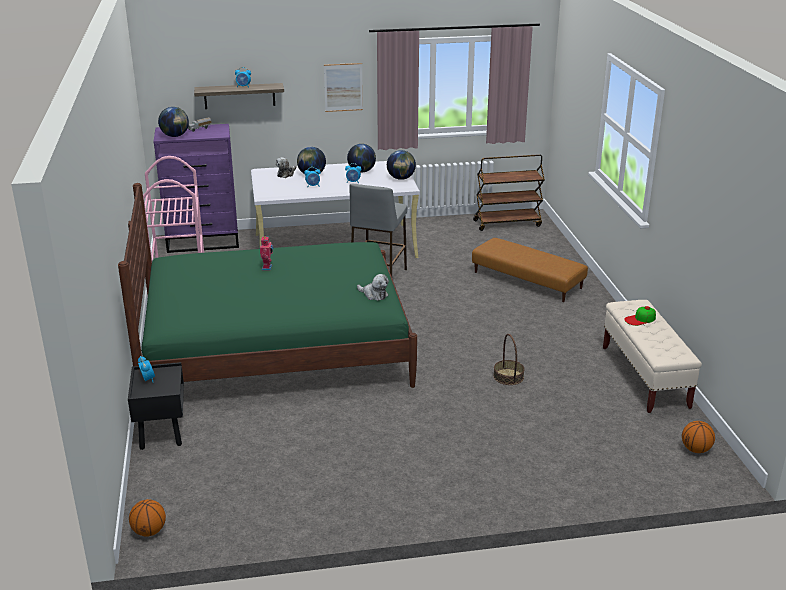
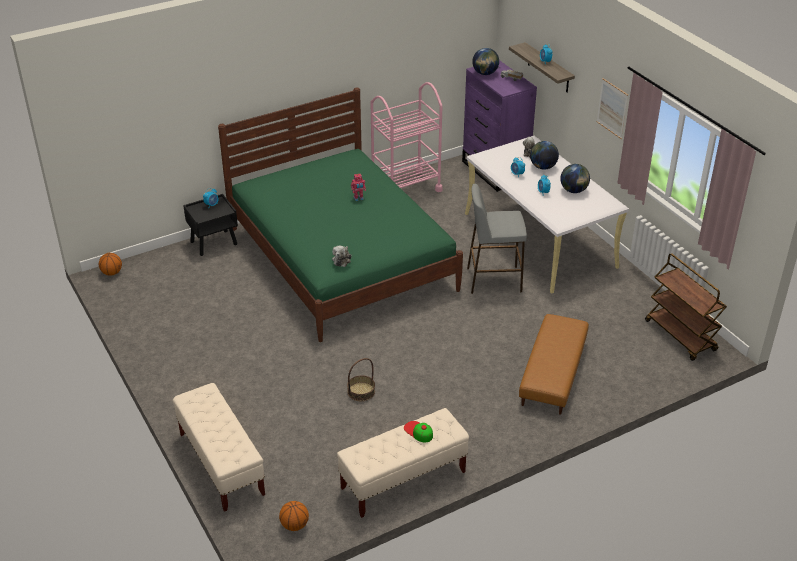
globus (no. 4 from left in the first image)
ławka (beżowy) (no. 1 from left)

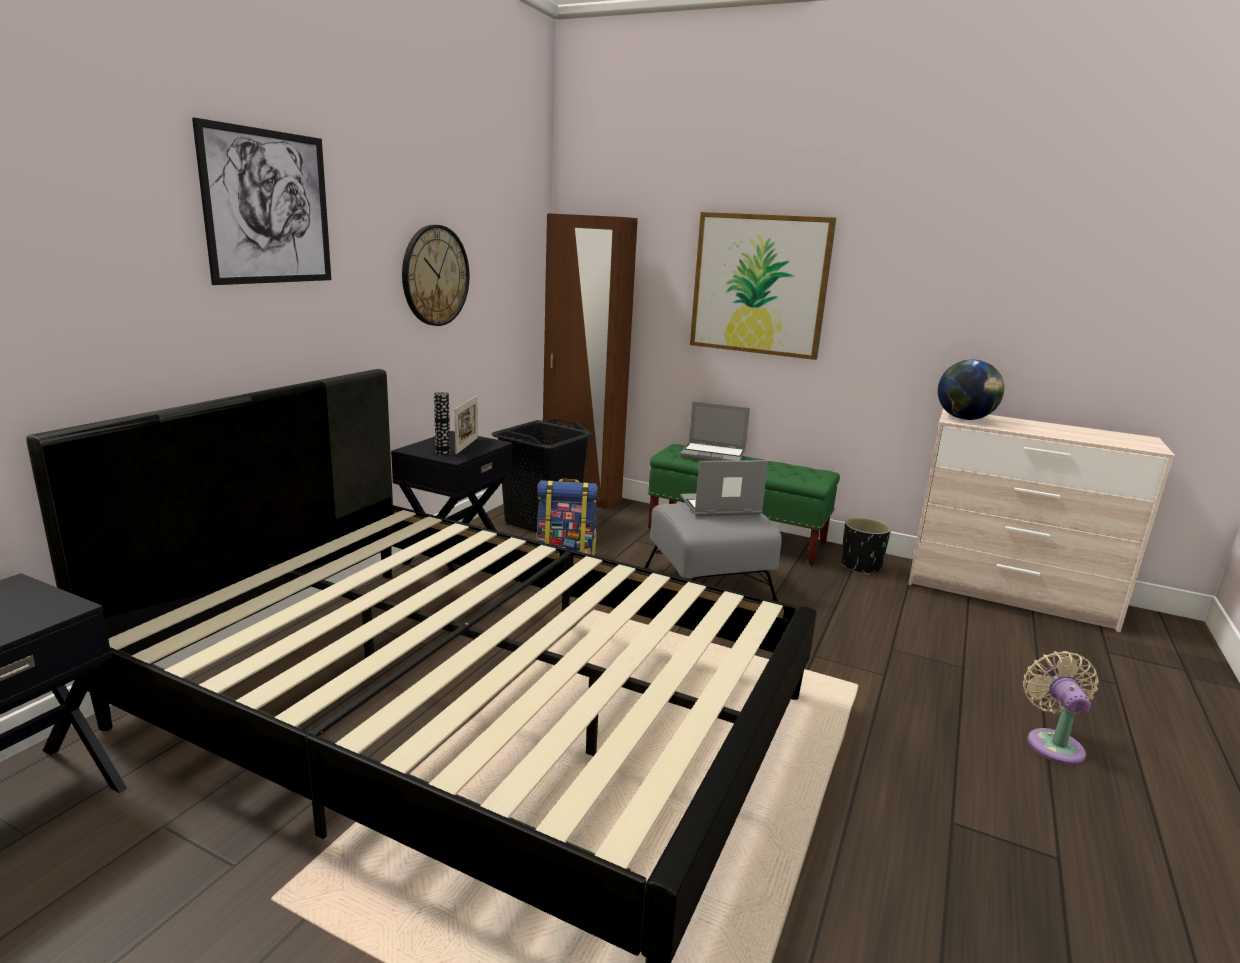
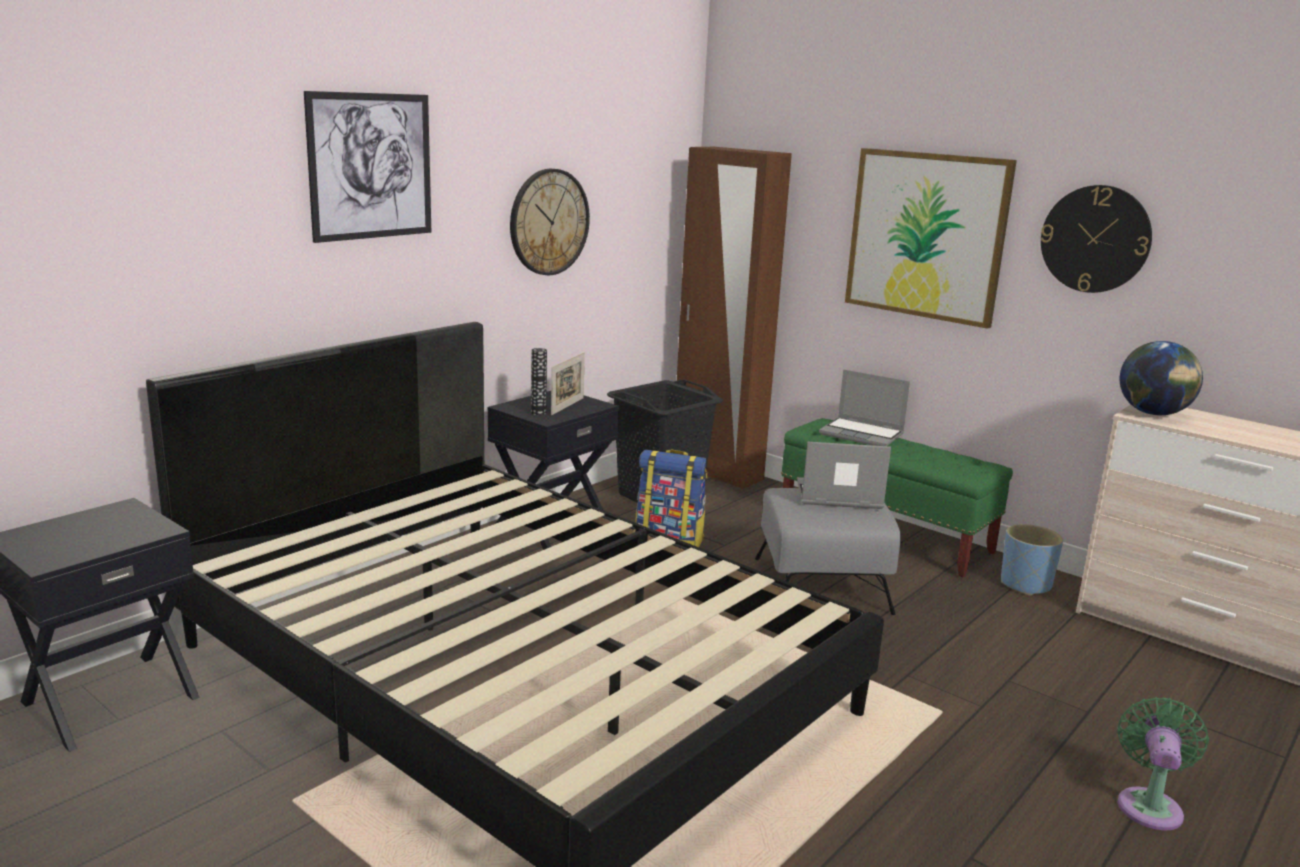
donica (niebieski)
wentylator (zielony)
zegar ścienny (no. 2 from left)

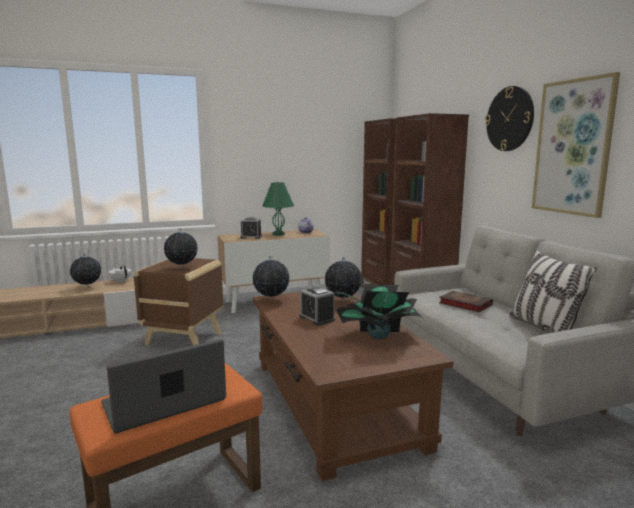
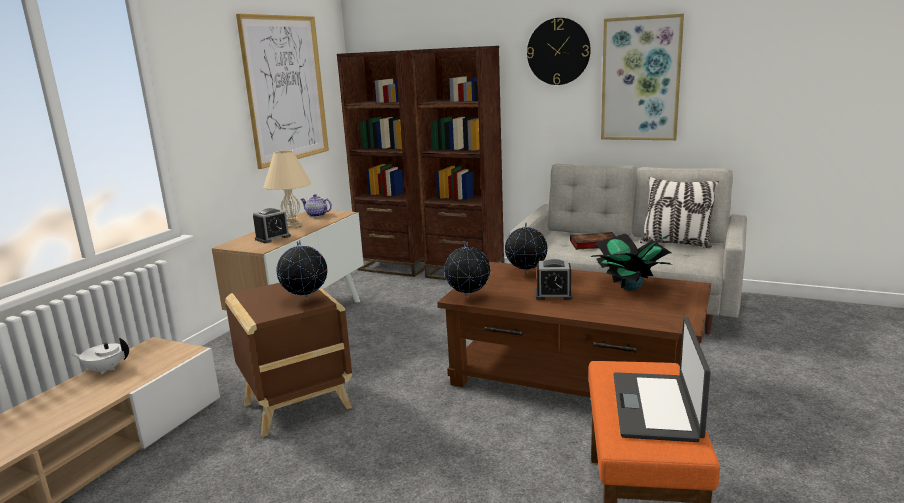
globus (no. 1 from left in the first image)
lampa stołowa (beżowy)
obraz (no. 1 from left)

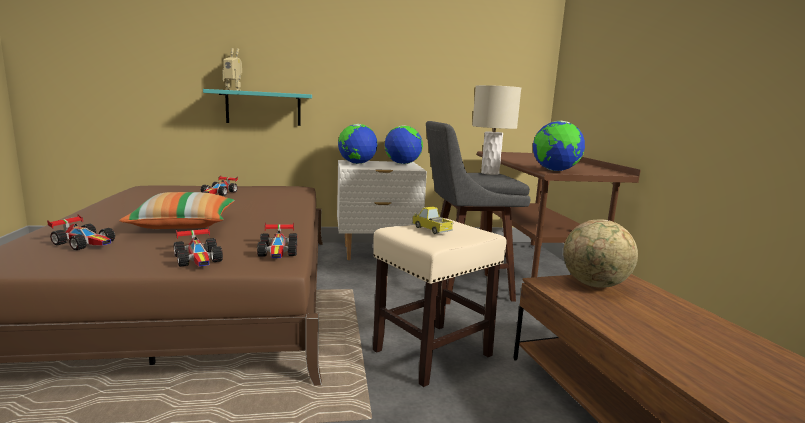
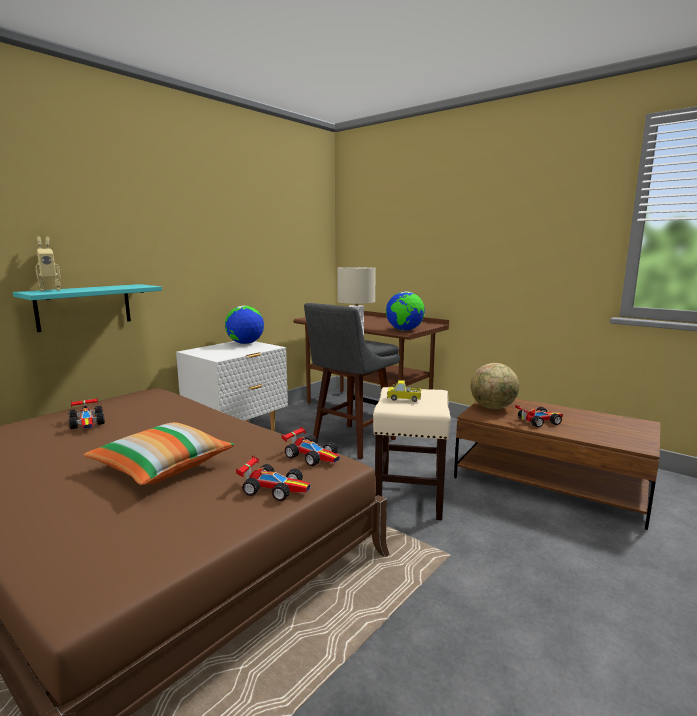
samochodzik (no. 4 from left)
globus (no. 1 from left in the first image)

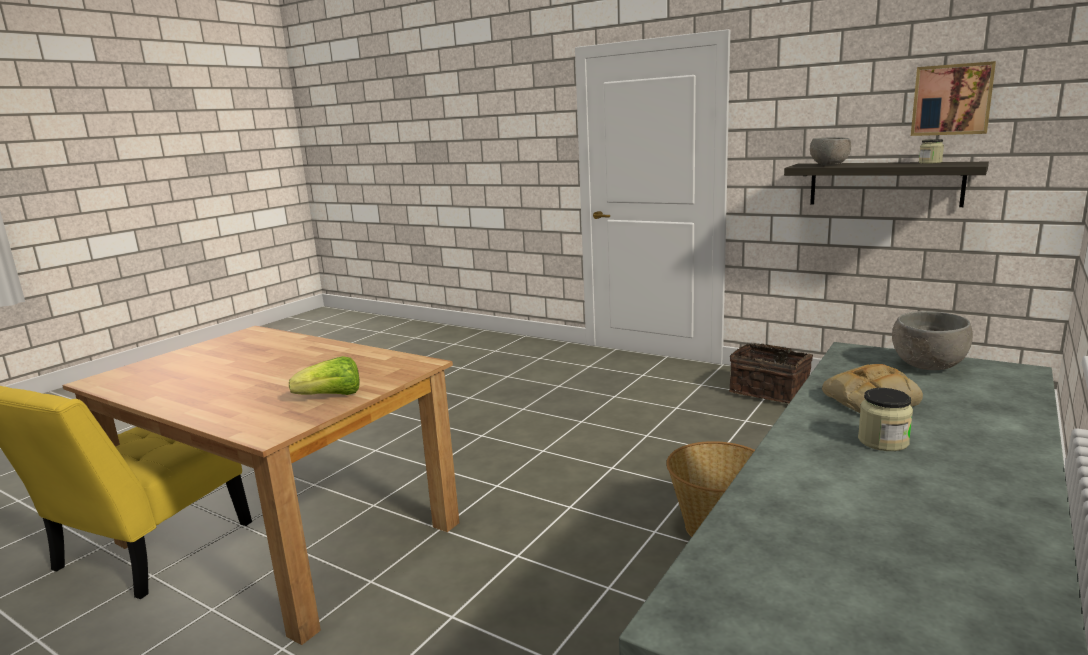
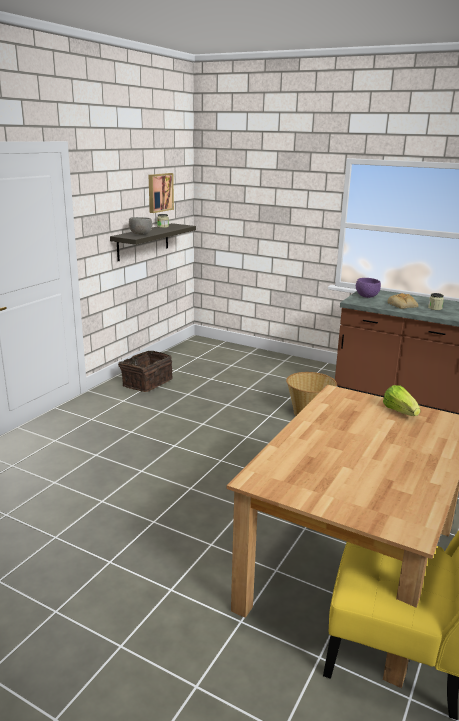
miska (fioletowy)

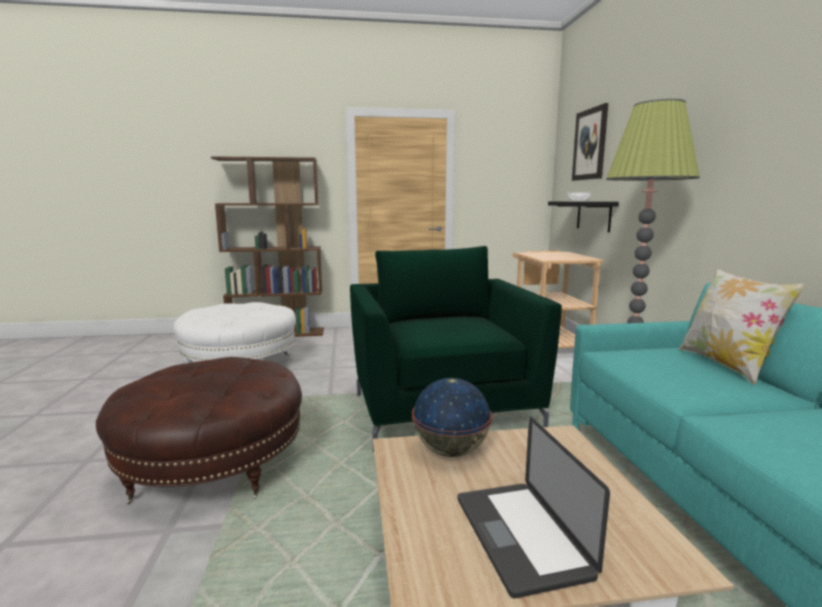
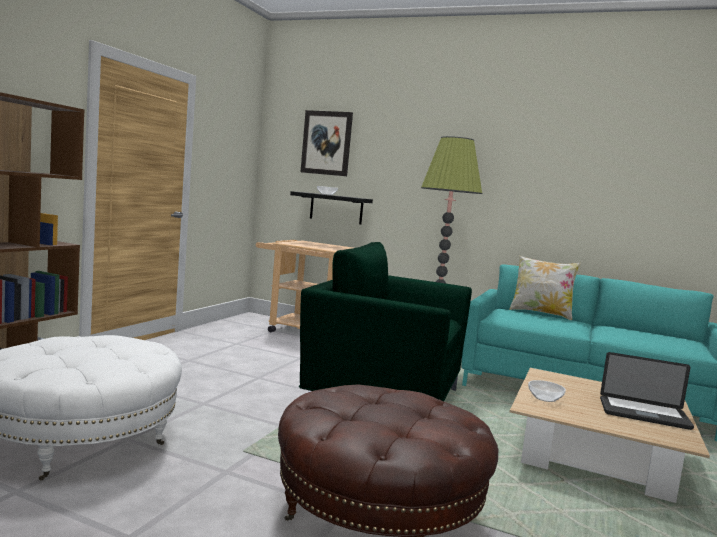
miska (no. 2 from left)

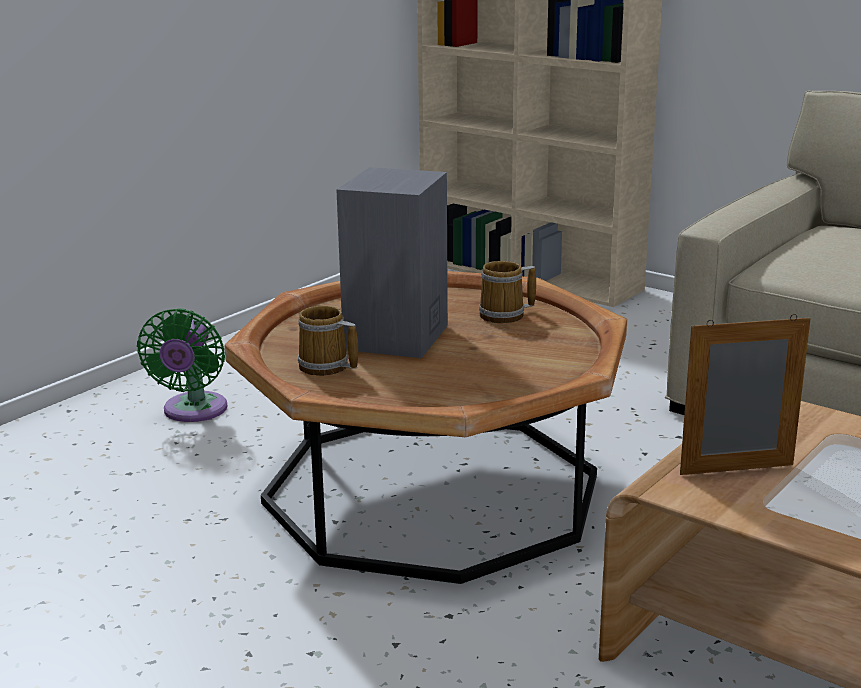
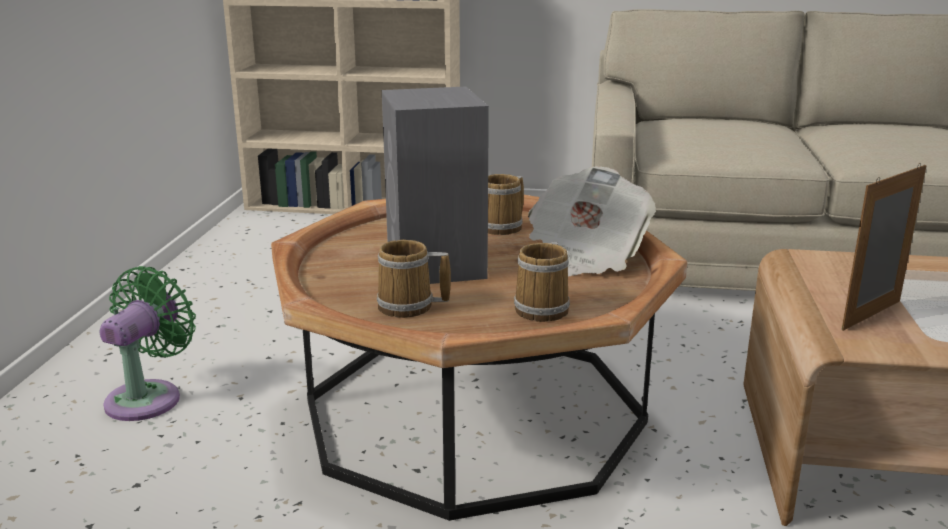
wentylator (zielony)
kubek (no. 3 from left)
gazeta

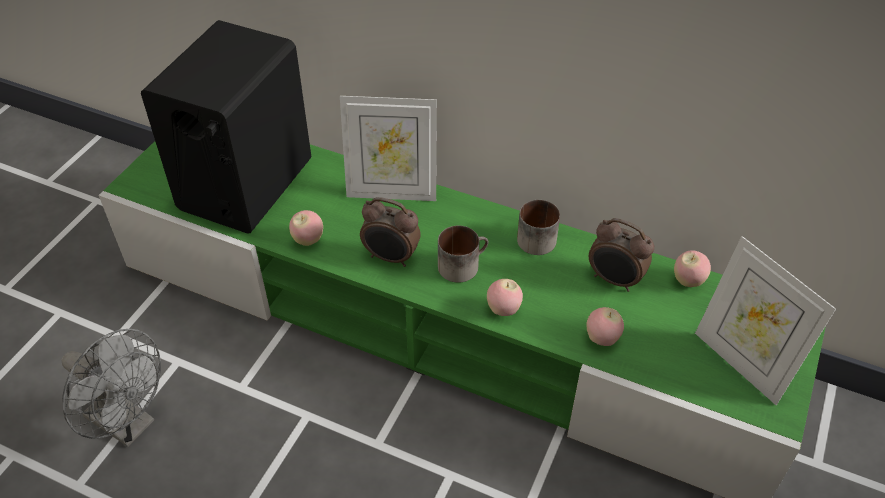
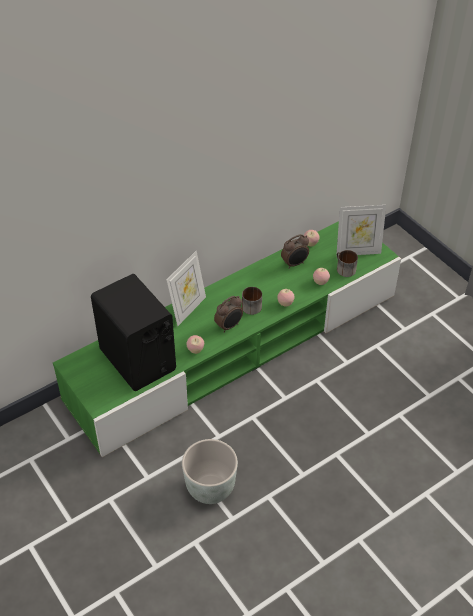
donica (szary)
kubek (no. 2 from left)

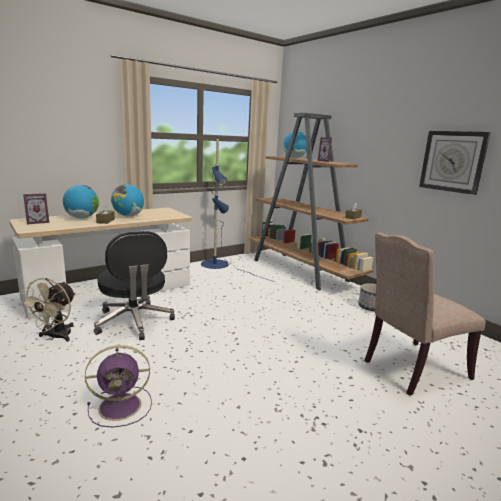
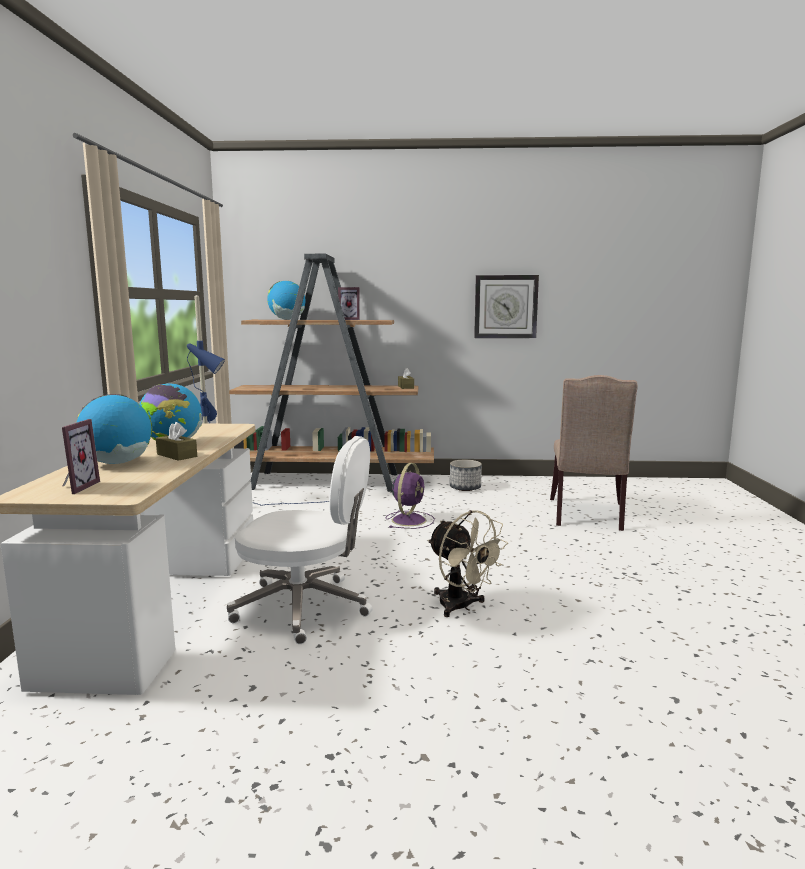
wentylator (beżowy)
wentylator (fioletowy)
krzesło biurowe (biały)

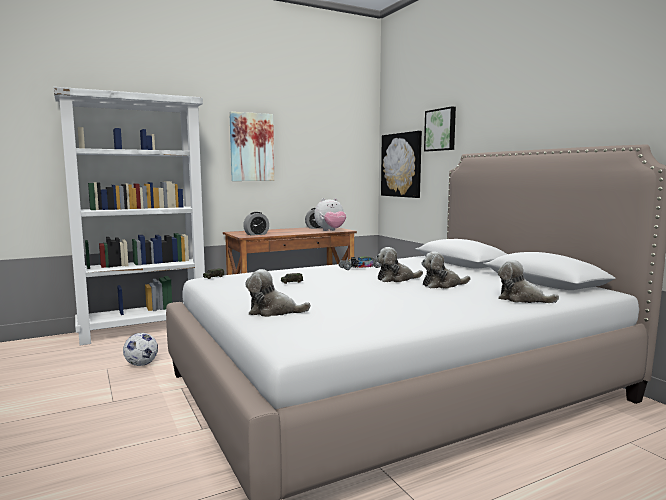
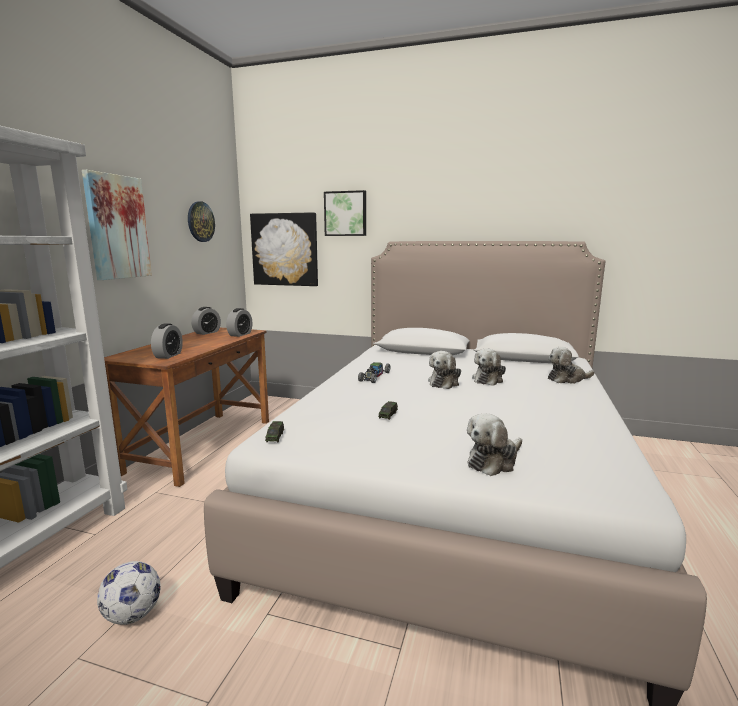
budzik (no. 3 from left)
zegar ścienny

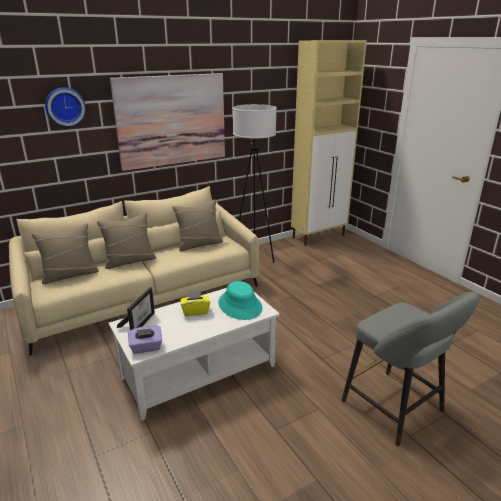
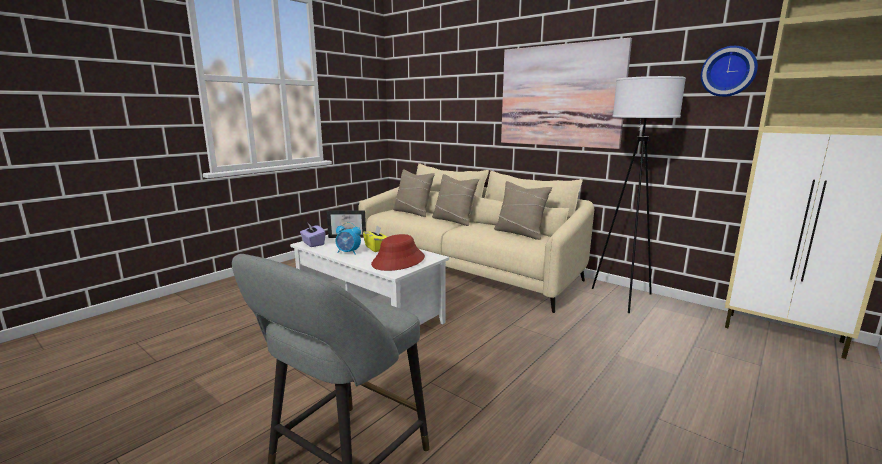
zegar ścienny
kapelusz (czerwony)
budzik

